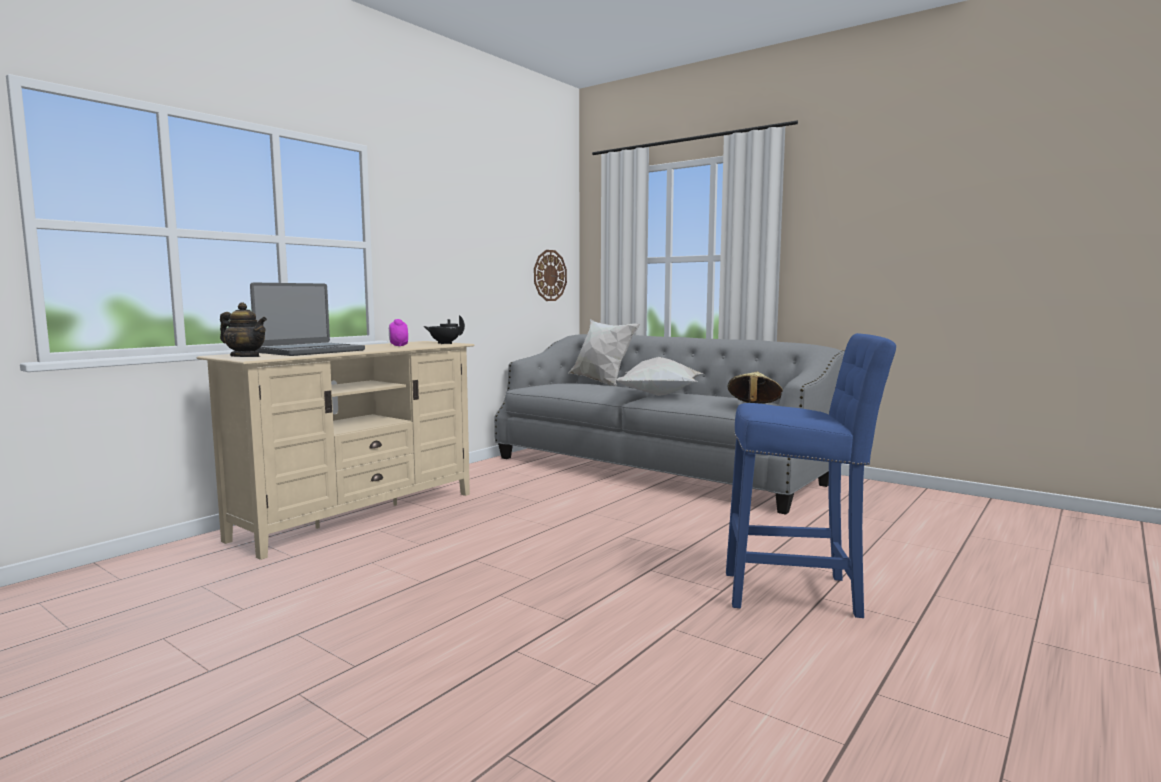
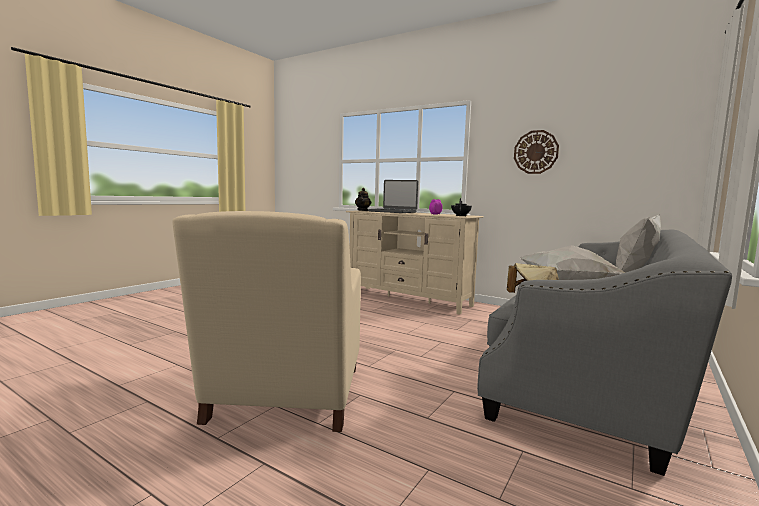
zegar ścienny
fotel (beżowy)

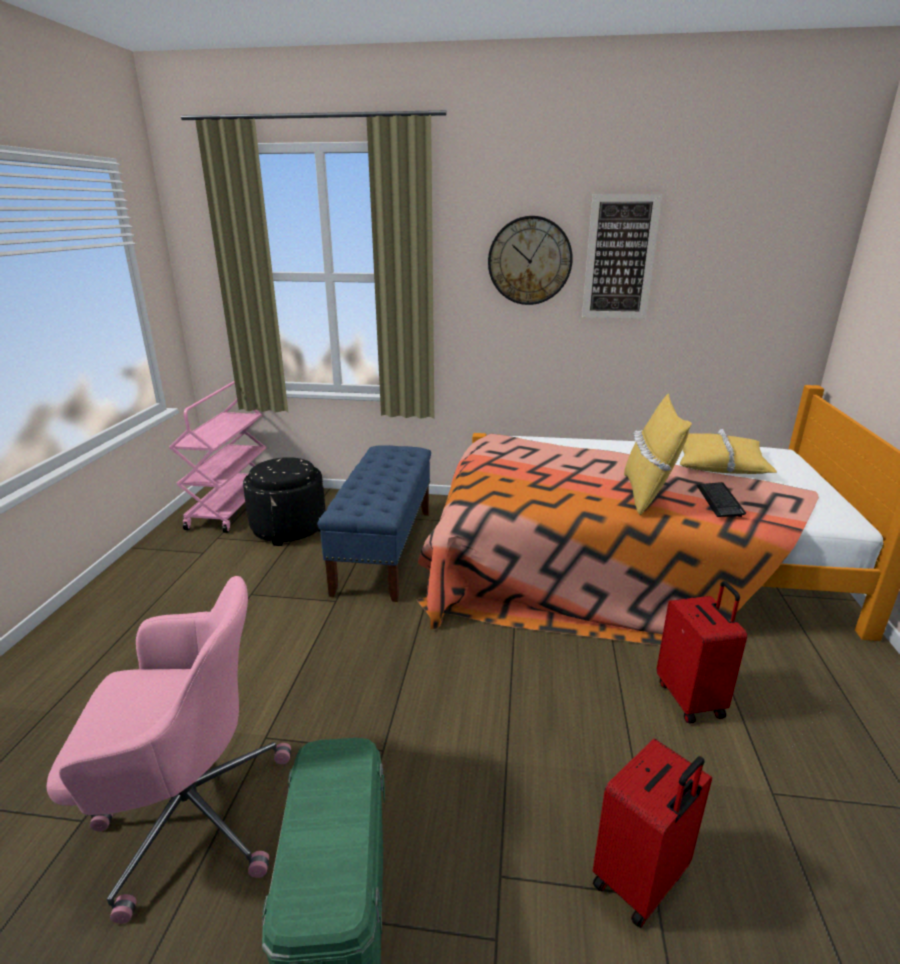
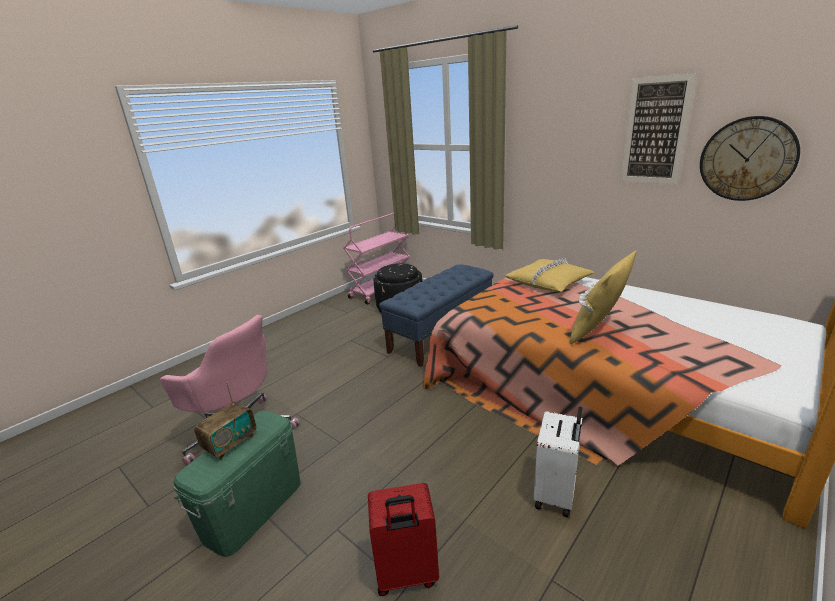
zegar ścienny
walizka (biały)
poduszka (żółty) (no. 1 from left)
klawiatura
radio

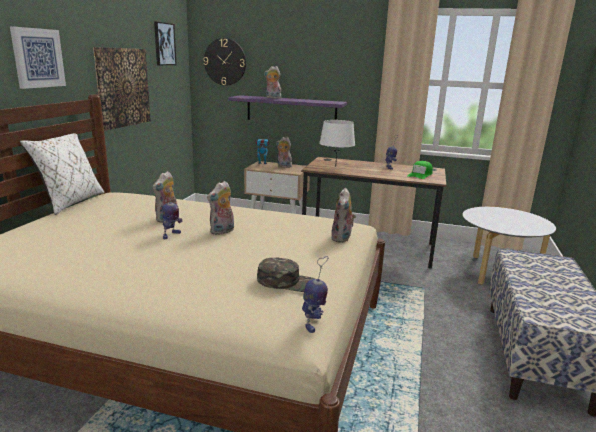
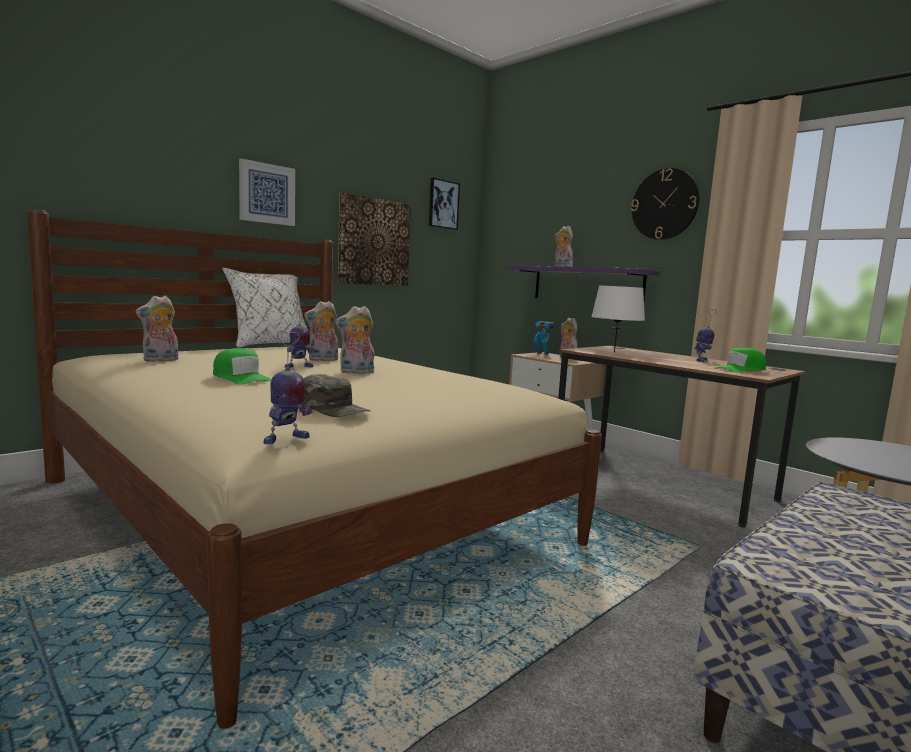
zegar ścienny
pluszak (no. 1 from left)
czapka z daszkiem (zielony) (no. 1 from left)

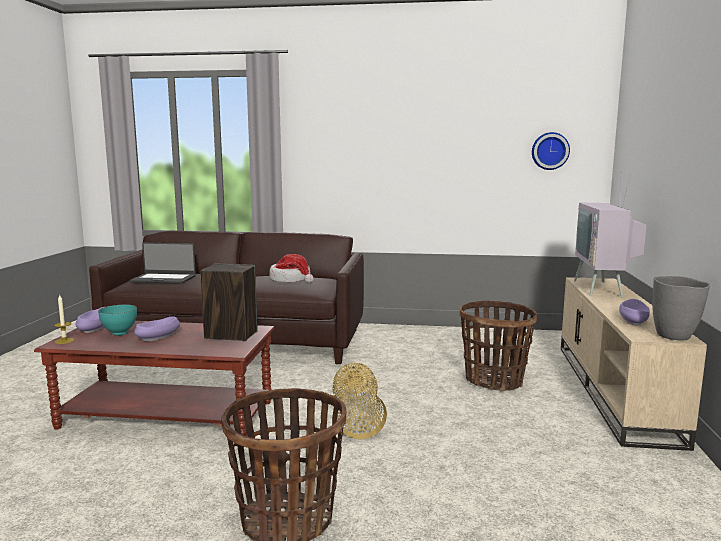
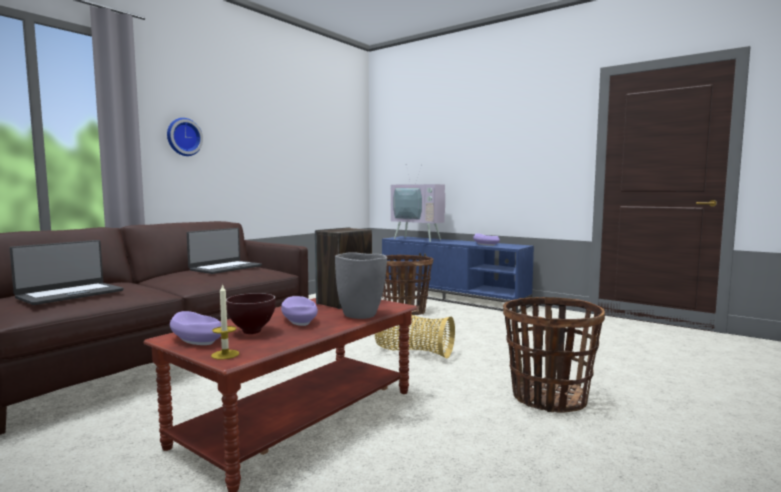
miska (brązowy)
laptop (no. 2 from left)
zegar ścienny
szafka pod telewizor (niebieski)
wazon (szary)

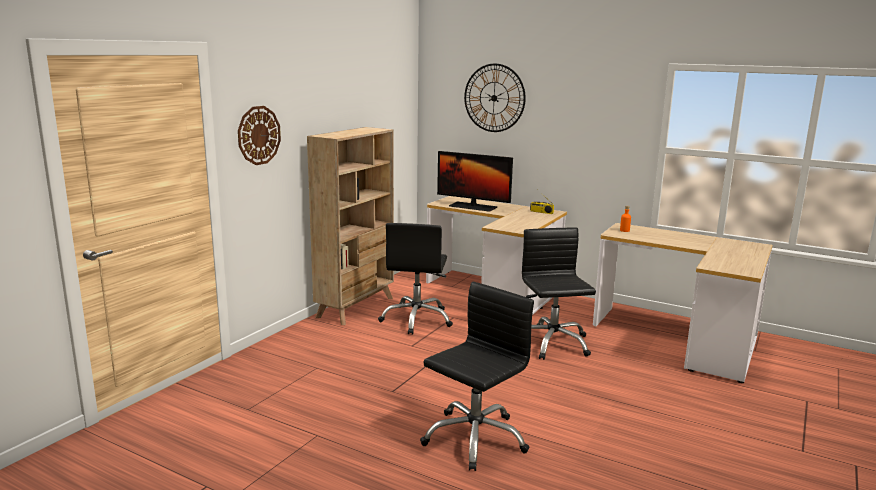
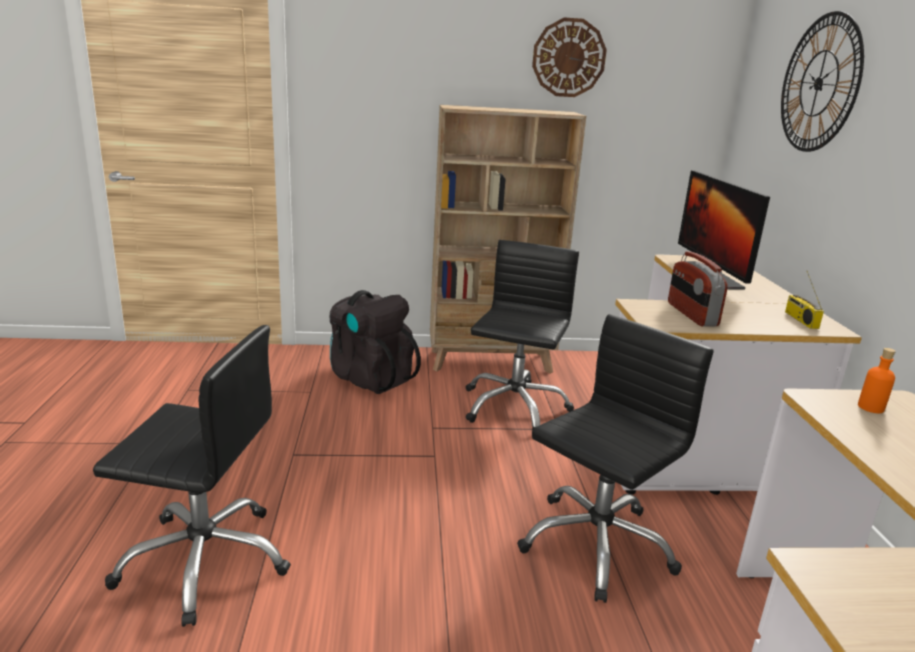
zegar ścienny (no. 1 from left)
krzesło biurowe (czarny) (no. 2 from left)
plecak (czarny)
radio (no. 1 from left)

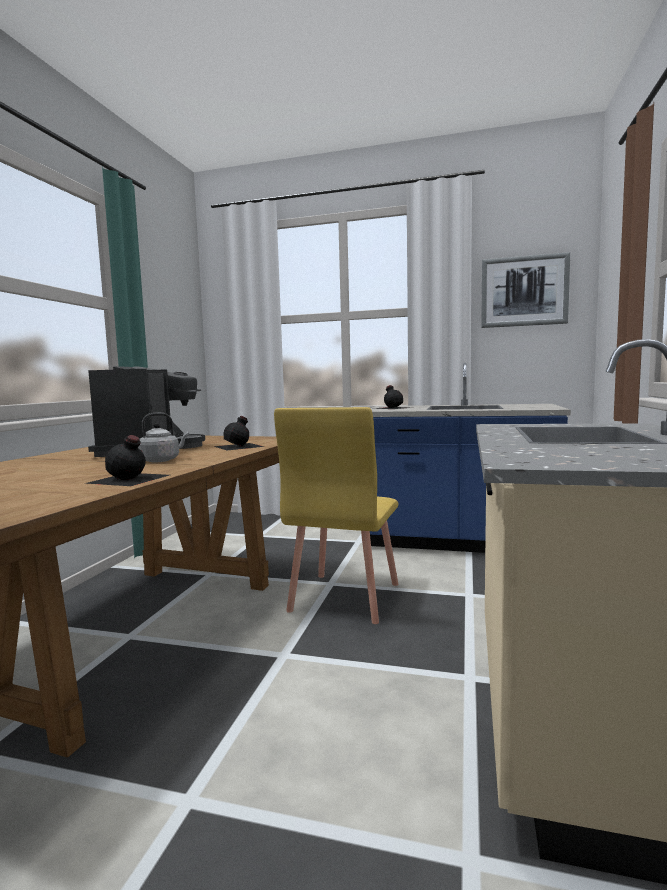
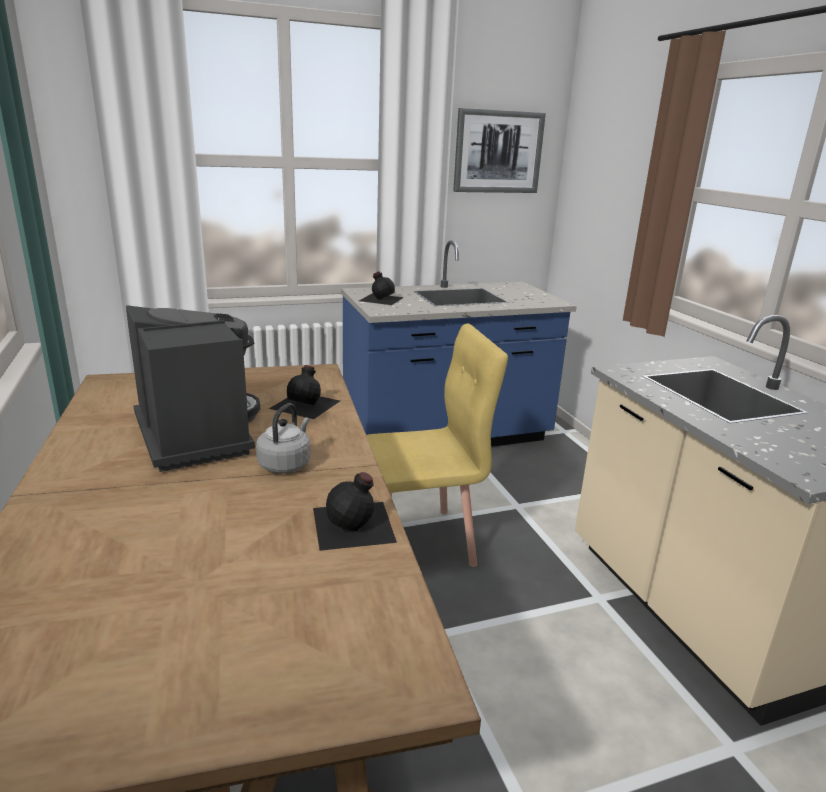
krzesło (żółty)

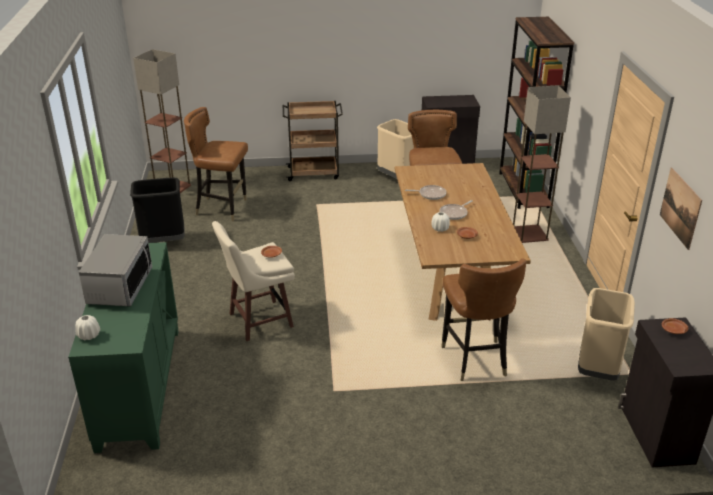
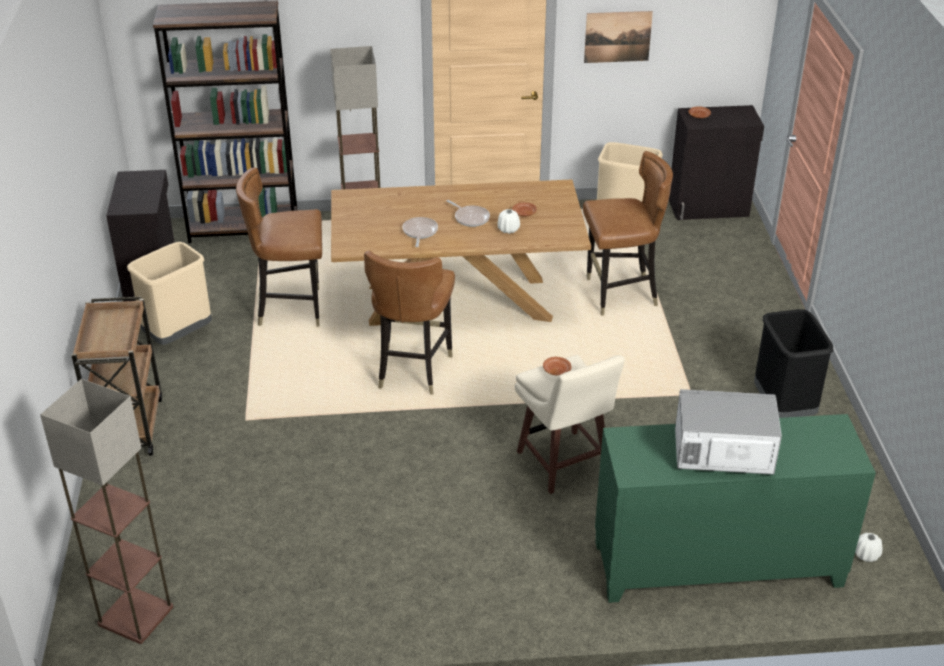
wazon (biały) (no. 2 from left)
kosz na śmieci (czarny)
krzesło (brązowy) (no. 2 from left)

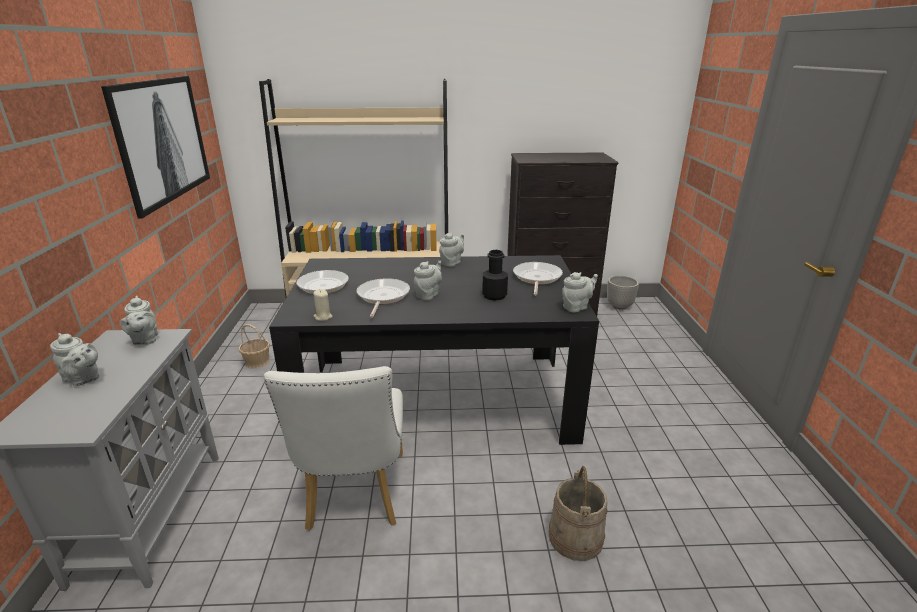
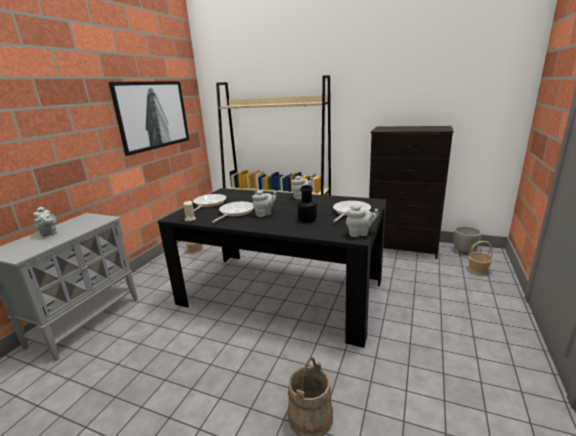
imbryk (szary) (no. 2 from left in the first image)
krzesło (biały)
koszyk (no. 2 from left)

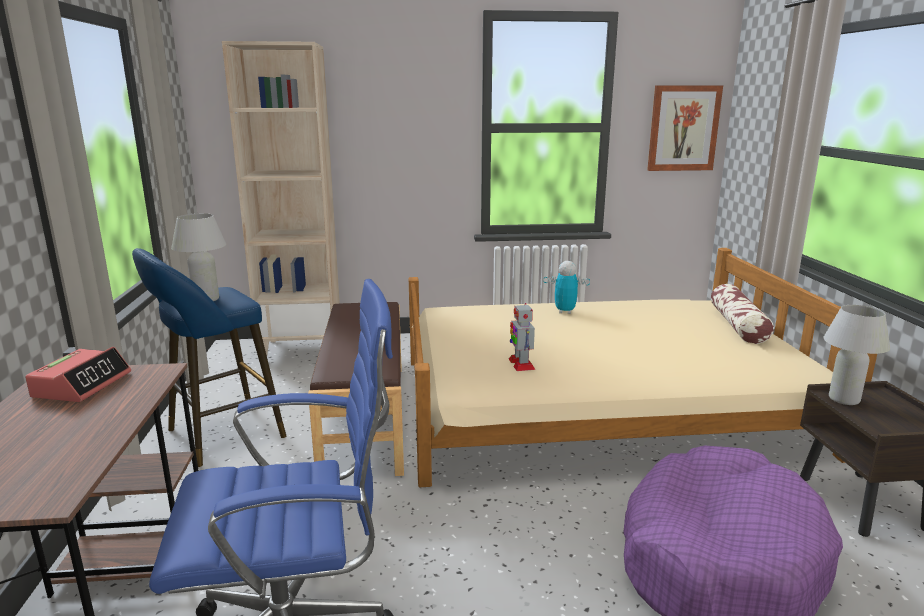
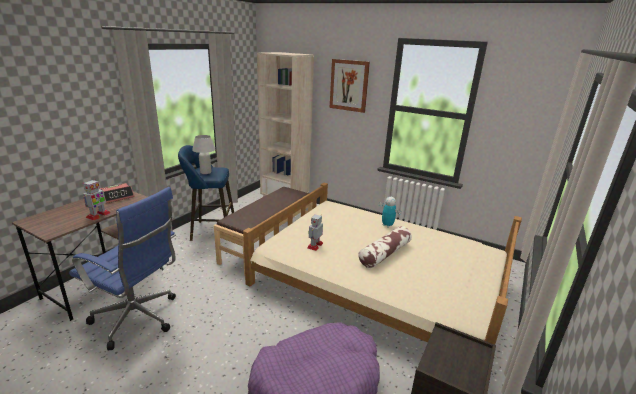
obraz
poduszka
lampa stołowa (biały) (no. 2 from left in the first image)
robot zabawkowy (no. 1 from left)

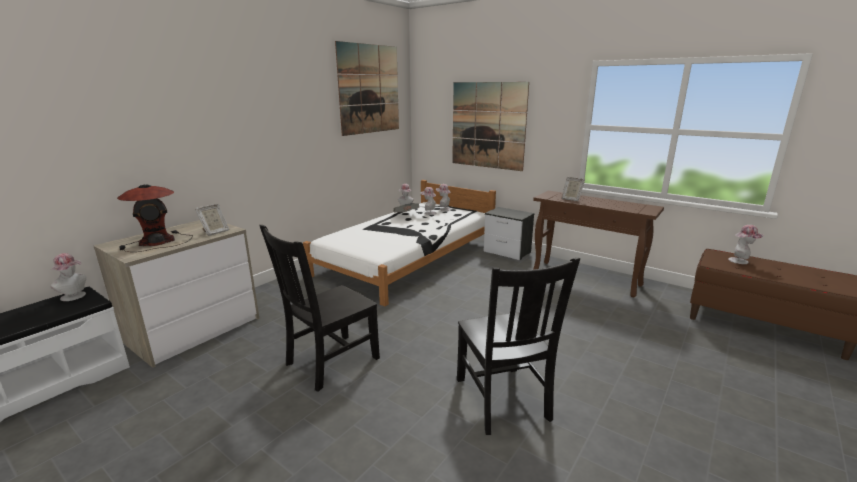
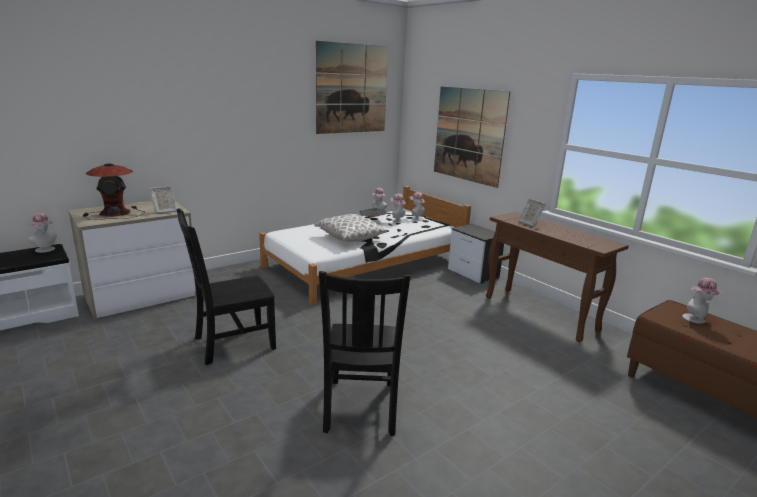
poduszka

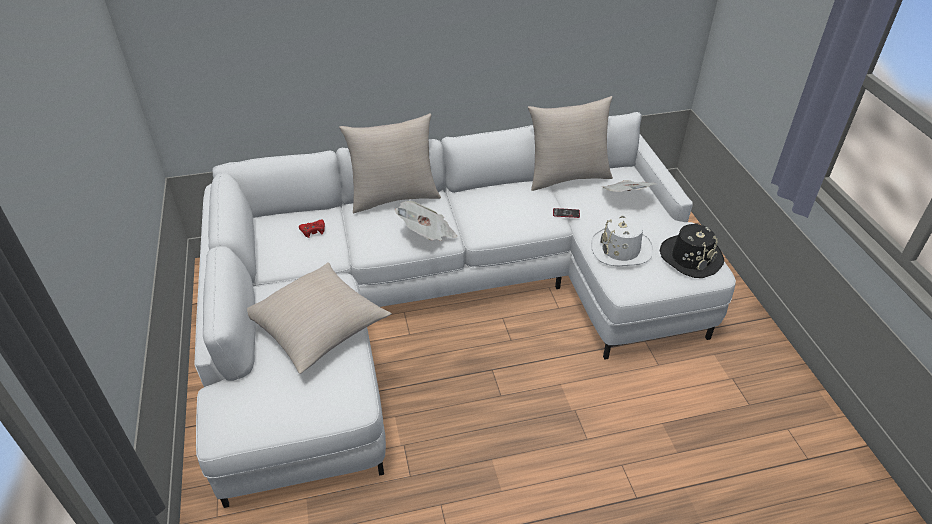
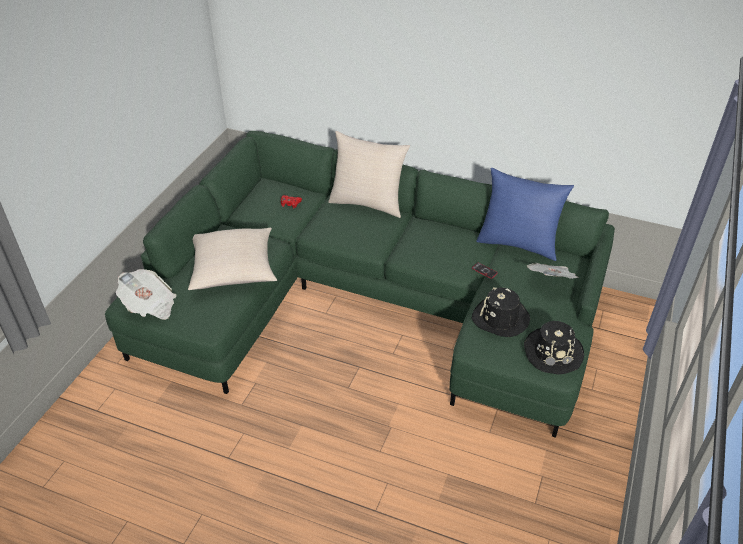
kanapa (zielony)
gazeta (no. 1 from left)
poduszka (niebieski)
kapelusz (czarny) (no. 1 from left)

